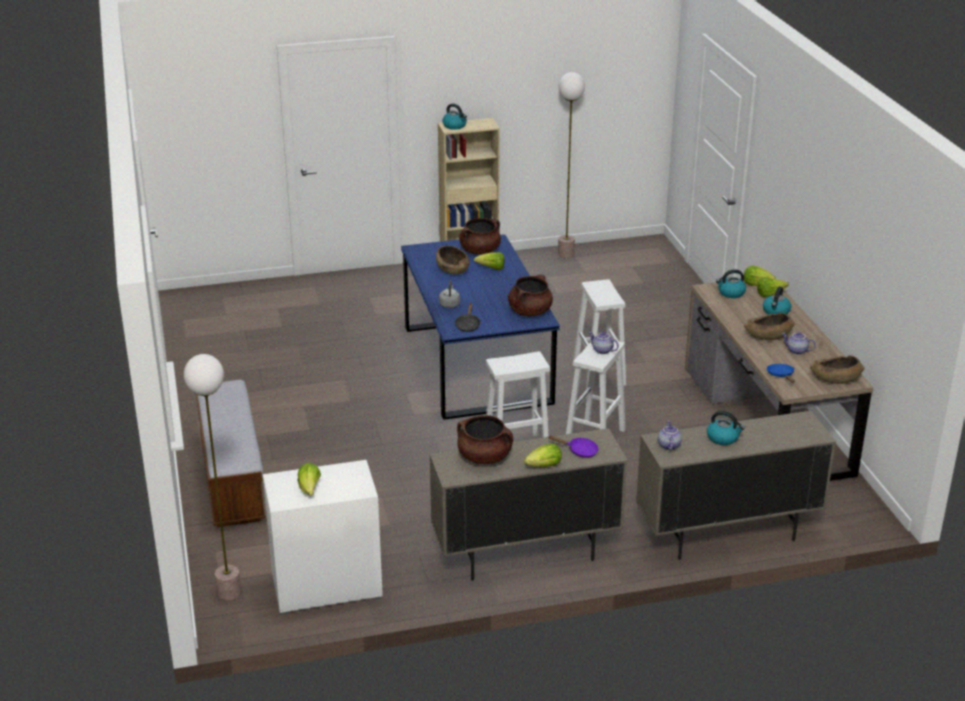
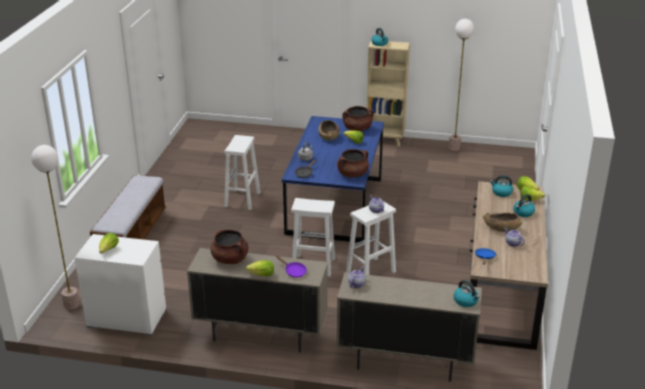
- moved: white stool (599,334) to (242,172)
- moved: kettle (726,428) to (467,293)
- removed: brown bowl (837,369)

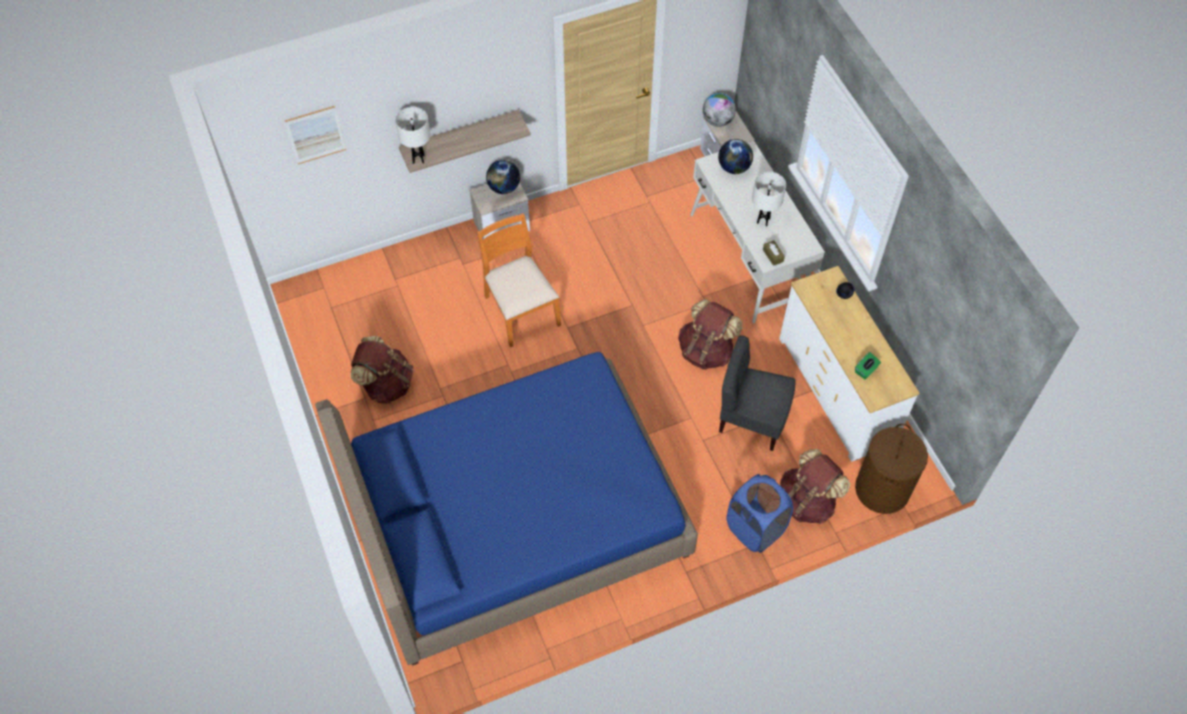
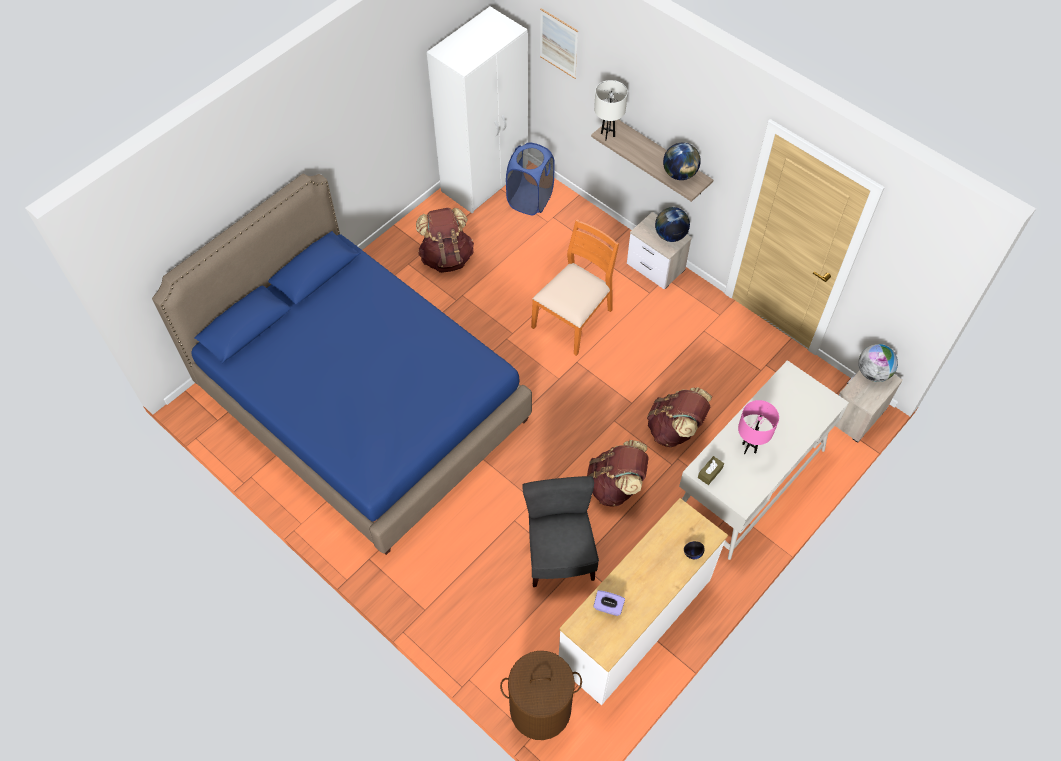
- moved: globe (735,156) to (682,161)
- moved: blue laundry basket (760,513) to (530,179)
- recoloured: white table lamp (769,199) to pink table lamp (758,427)
- moved: brown backpack (815,486) to (679,417)
- recoloured: green tissue box (868,365) to purple tissue box (609,603)
- added: white wardrobe (477,109)

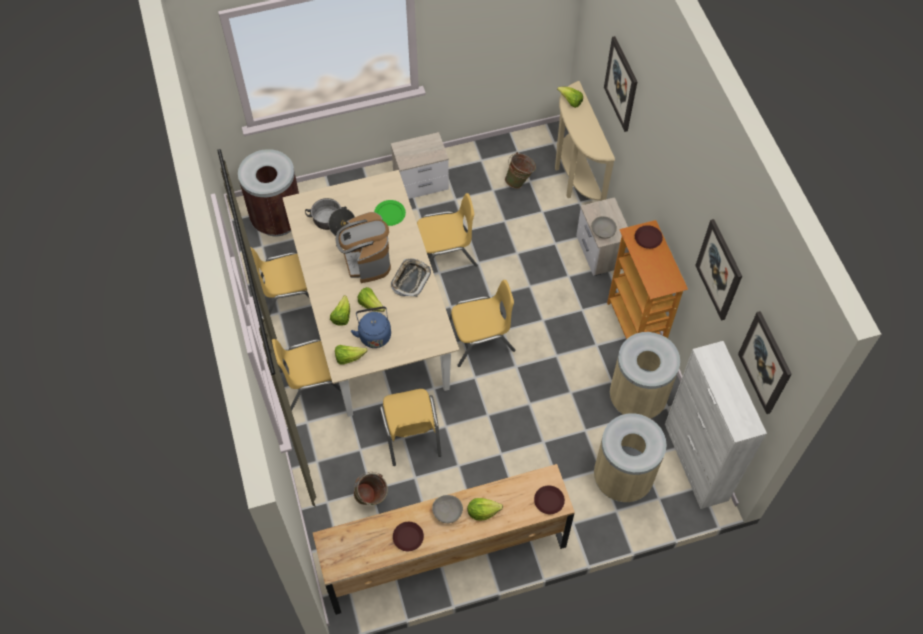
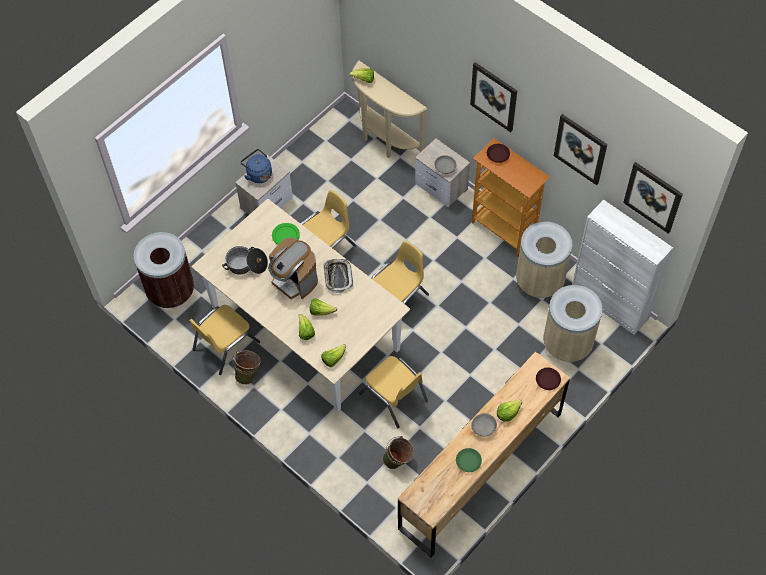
- removed: yellow chair (306,374)
- moved: blue kettle (371,327) to (256,166)
- recoloured: brown plate (408,536) to green plate (469,460)
- moved: green bucket (520,170) to (247,367)
- moved: picture (620,84) to (493,97)

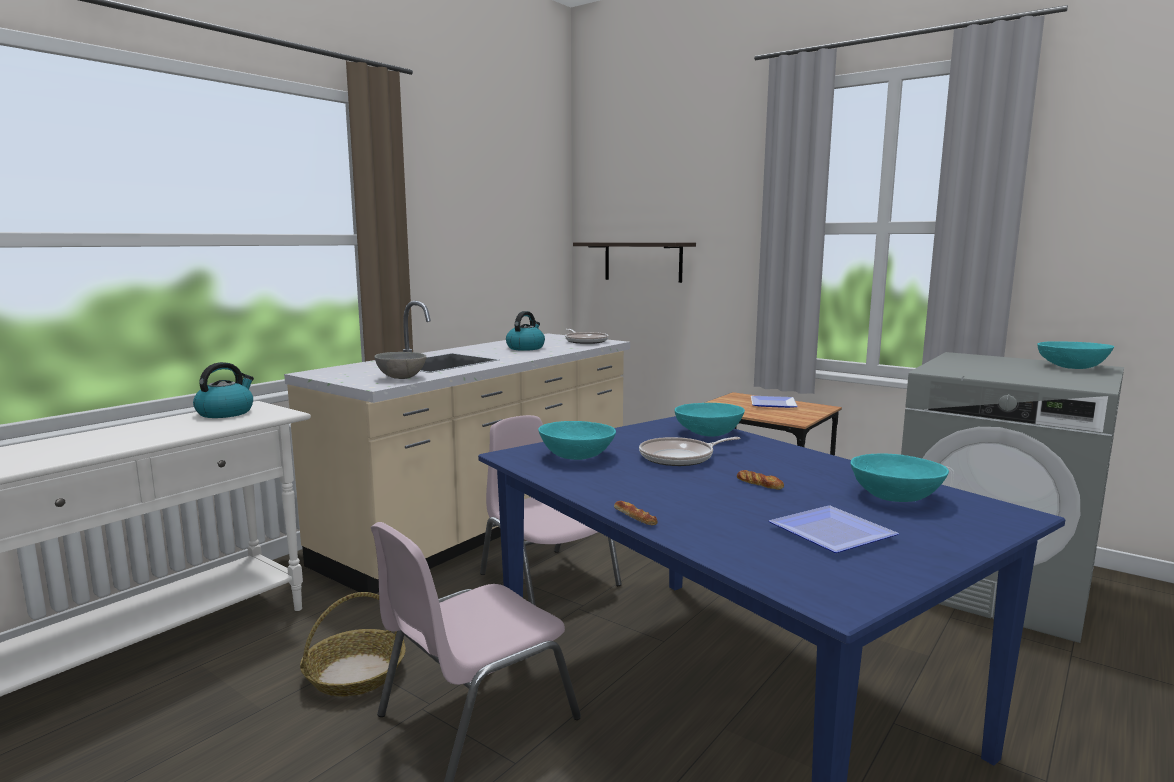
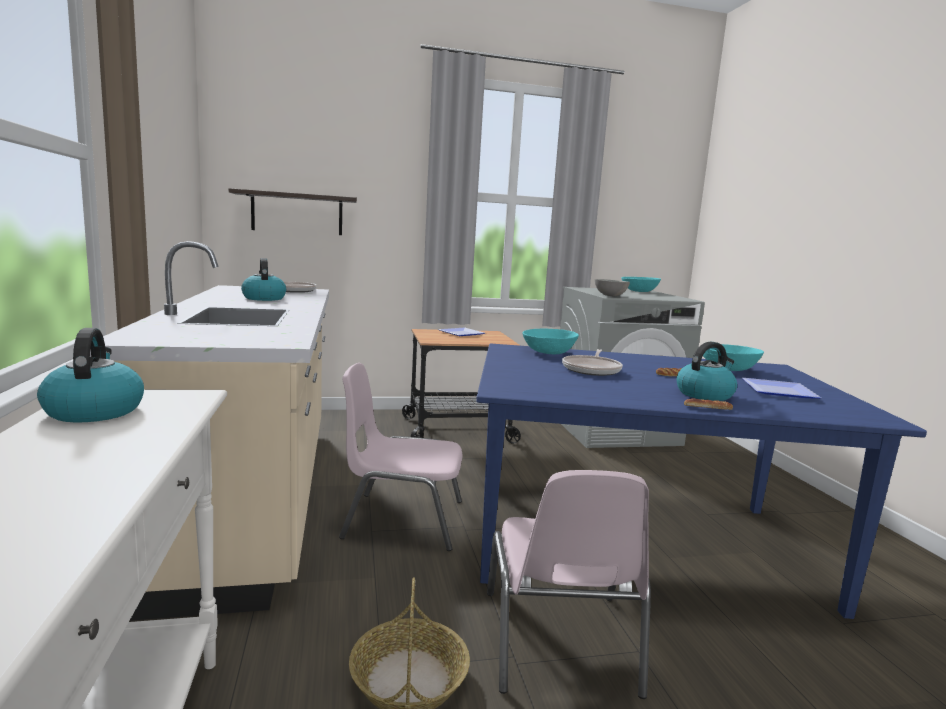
- moved: grey bowl (400,365) to (612,287)
- removed: turquoise bowl (577,440)
- added: kettle (707,371)

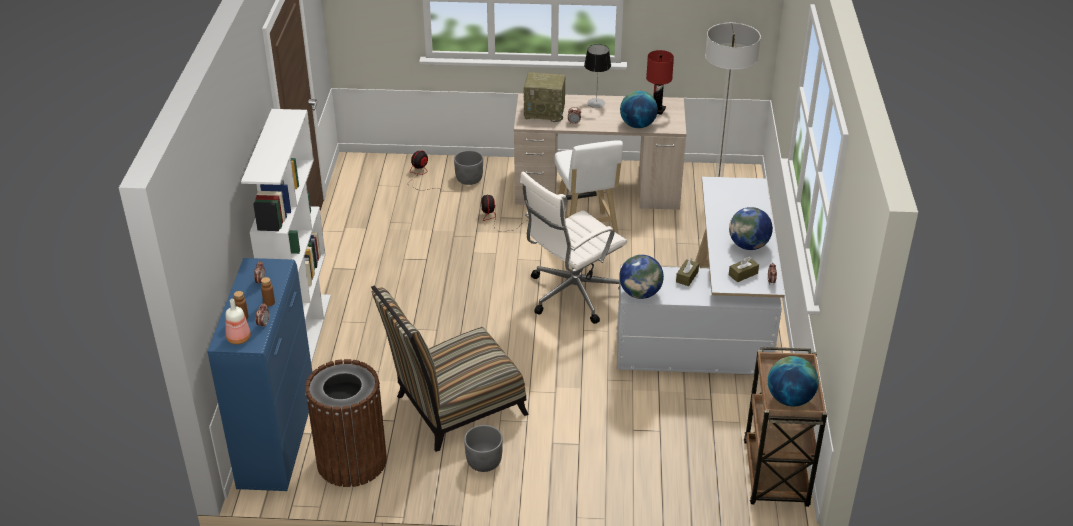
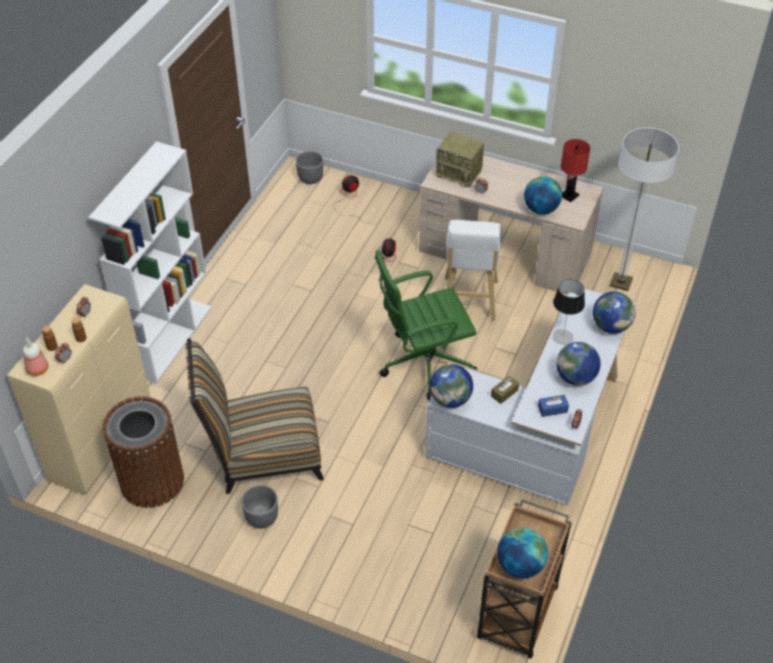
- recoloured: blue cabinet (259,374) to beige cabinet (79,389)
- moved: grey planter (468,167) to (309,167)
- recoloured: white office chair (573,247) to green office chair (426,325)
- moved: table lamp (597,76) to (569,312)
- recoloured: brown tissue box (744,269) to blue tissue box (553,406)
- added: globe (614,313)

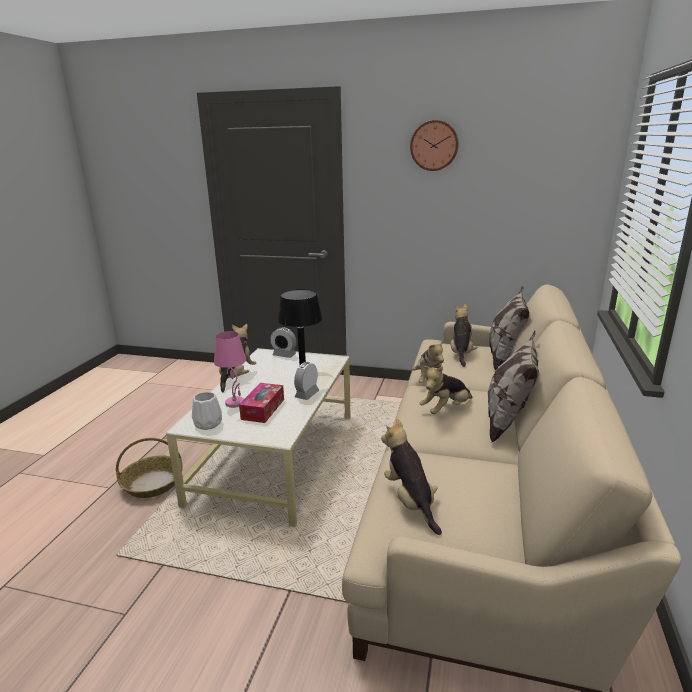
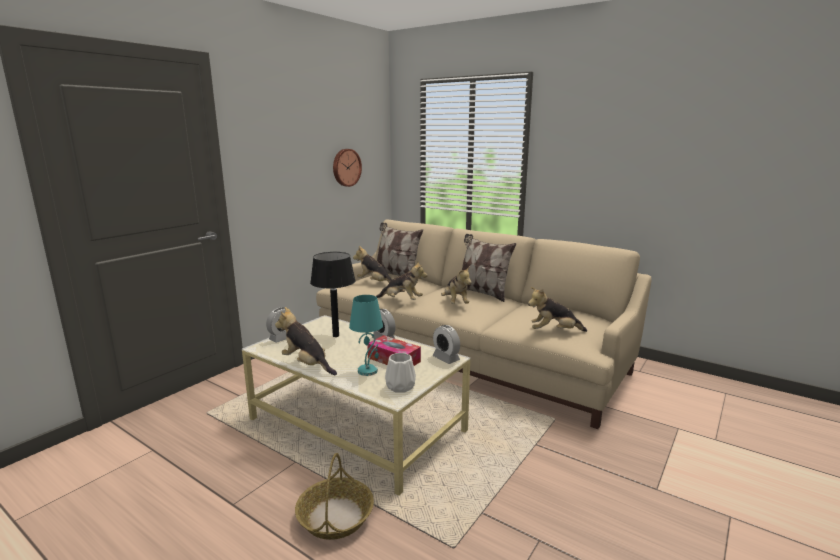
- recoloured: pink table lamp (230,369) to turquoise table lamp (366,335)
- moved: wall clock (434,145) to (347,168)
- added: alarm clock (446,344)

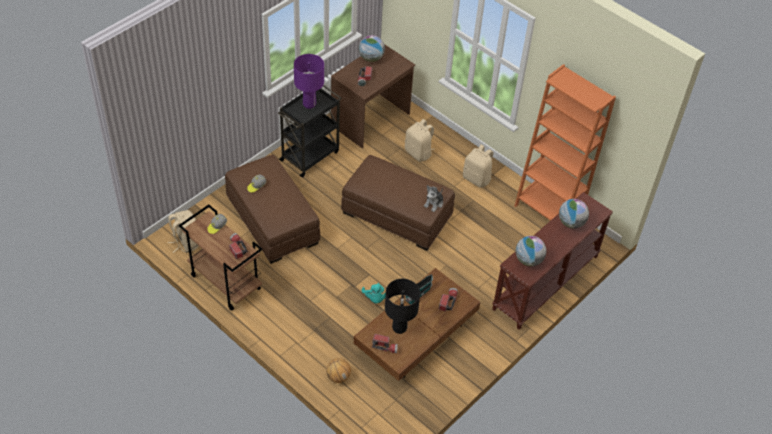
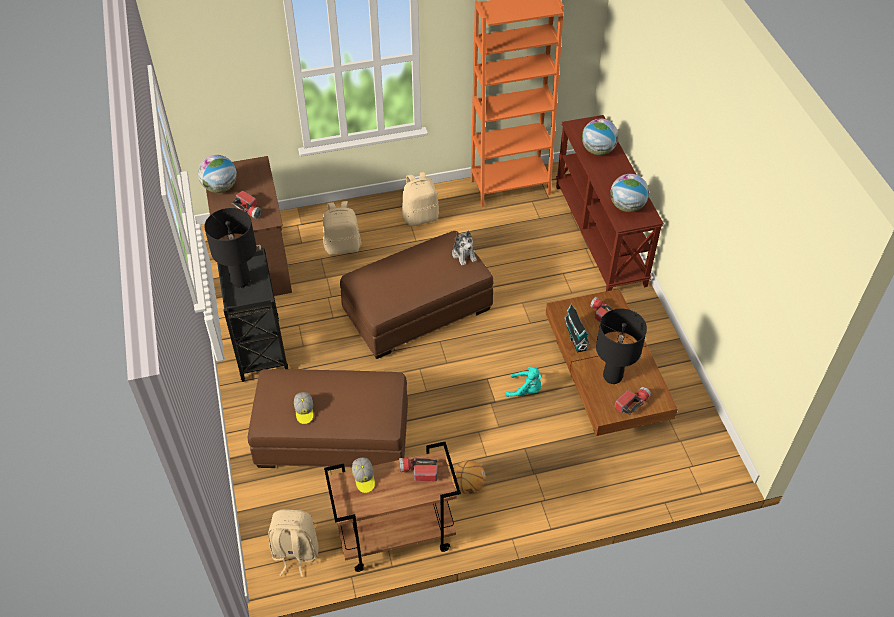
- recoloured: purple table lamp (309,81) to black table lamp (230,248)
- moved: basketball (338,370) to (469,477)

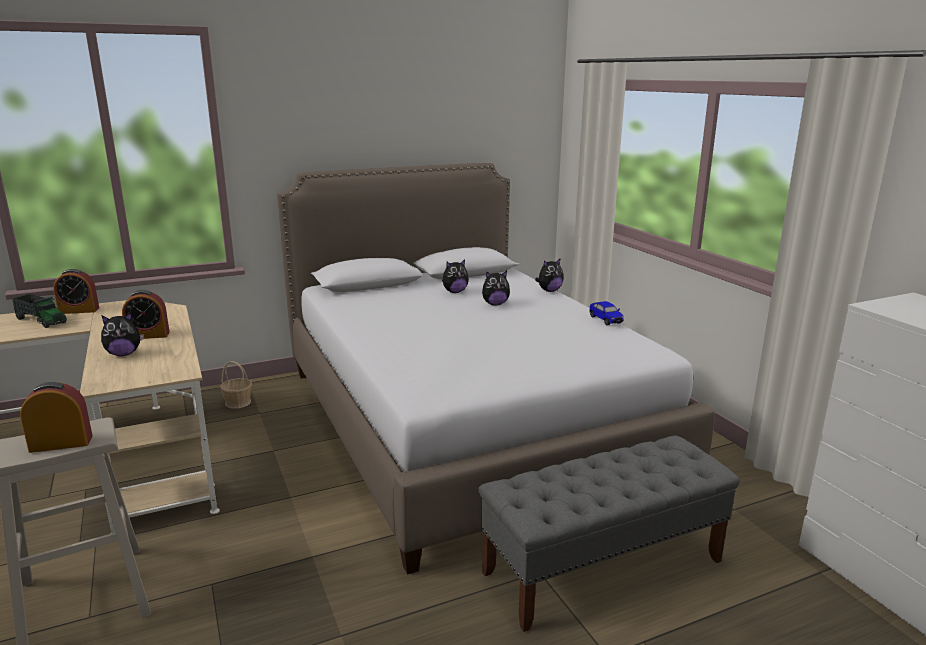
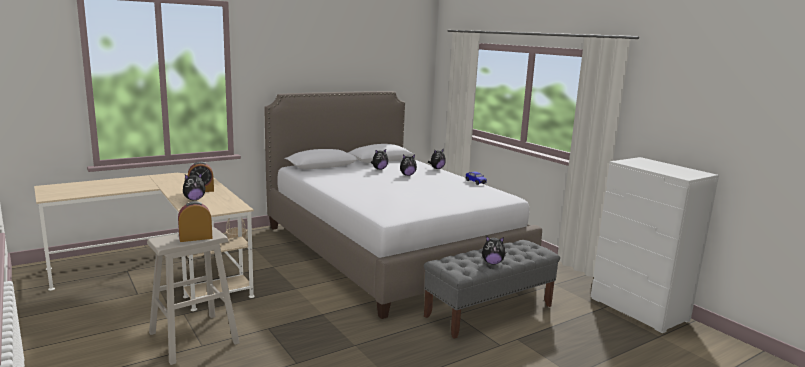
- removed: toy truck (39,311)
- removed: alarm clock (76,291)
- added: plush toy (494,250)

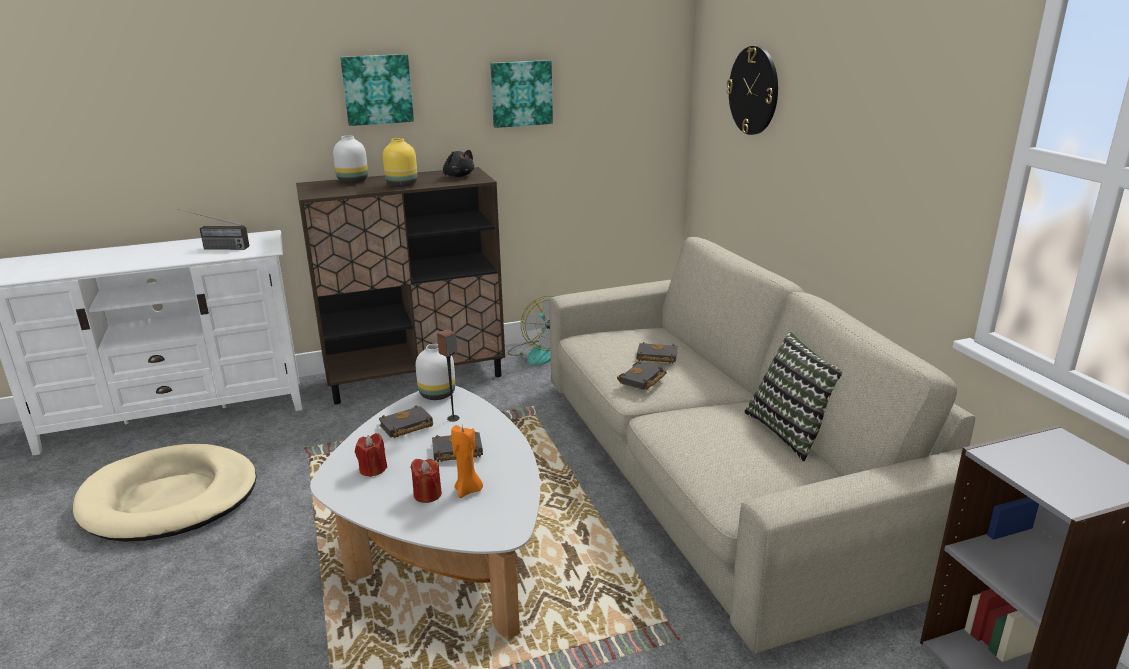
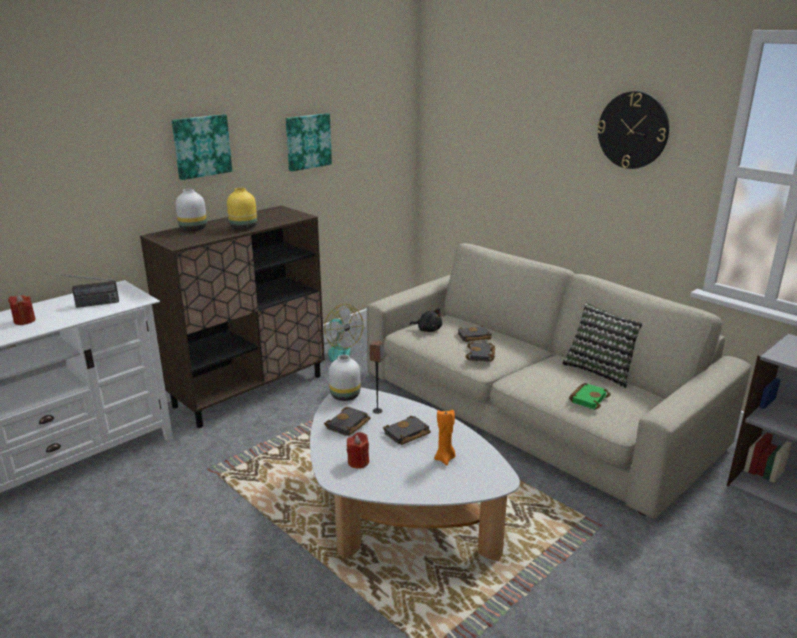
- removed: beige dog bed (165,493)
- moved: red candle (426,481) to (22,310)
- moved: black plush toy (458,163) to (426,320)
- moved: wall clock (752,90) to (633,130)
- added: green book (590,396)

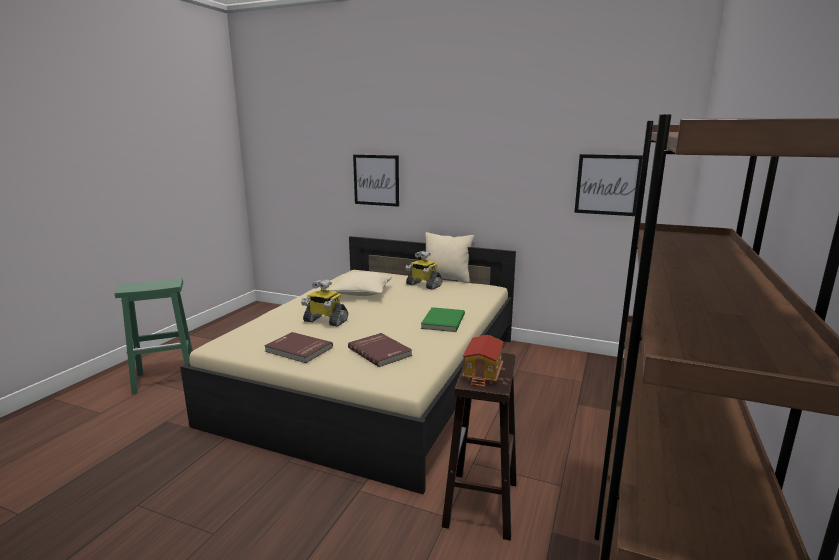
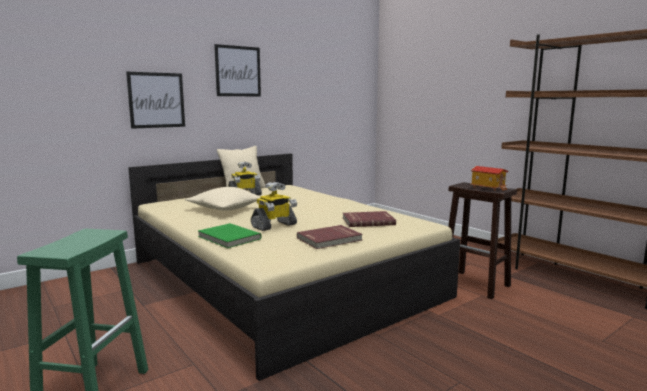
- moved: green book (443,319) to (230,235)
- moved: picture (608,185) to (237,70)

